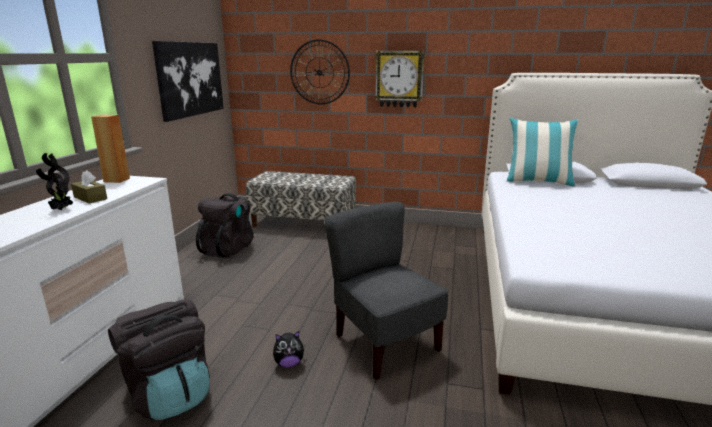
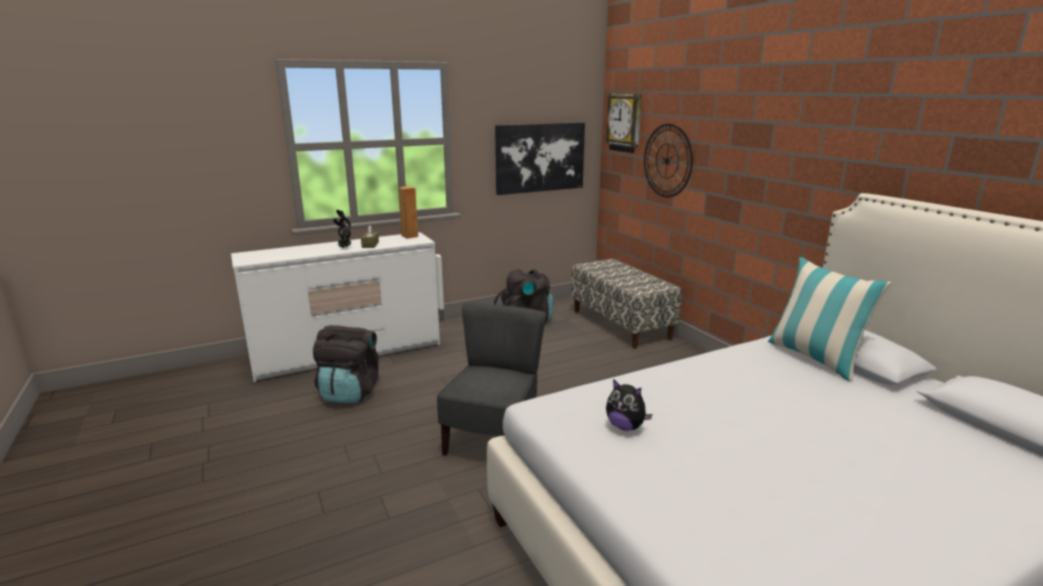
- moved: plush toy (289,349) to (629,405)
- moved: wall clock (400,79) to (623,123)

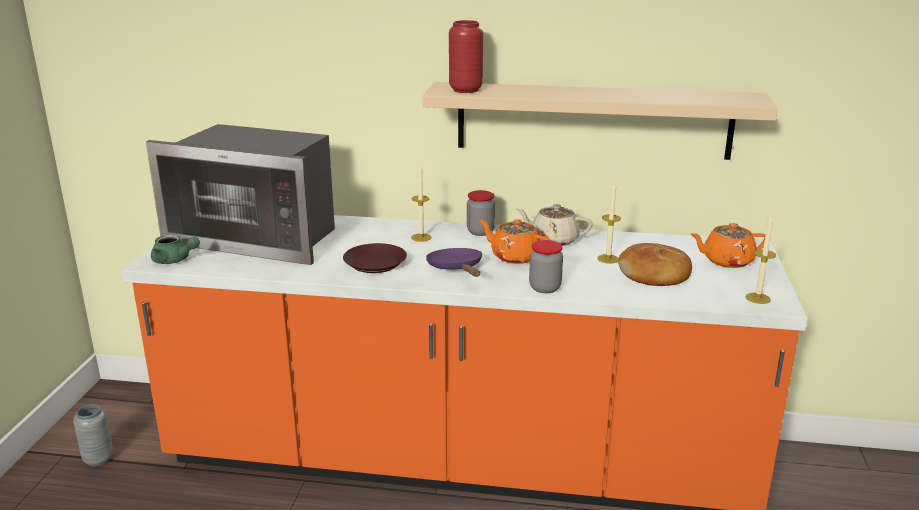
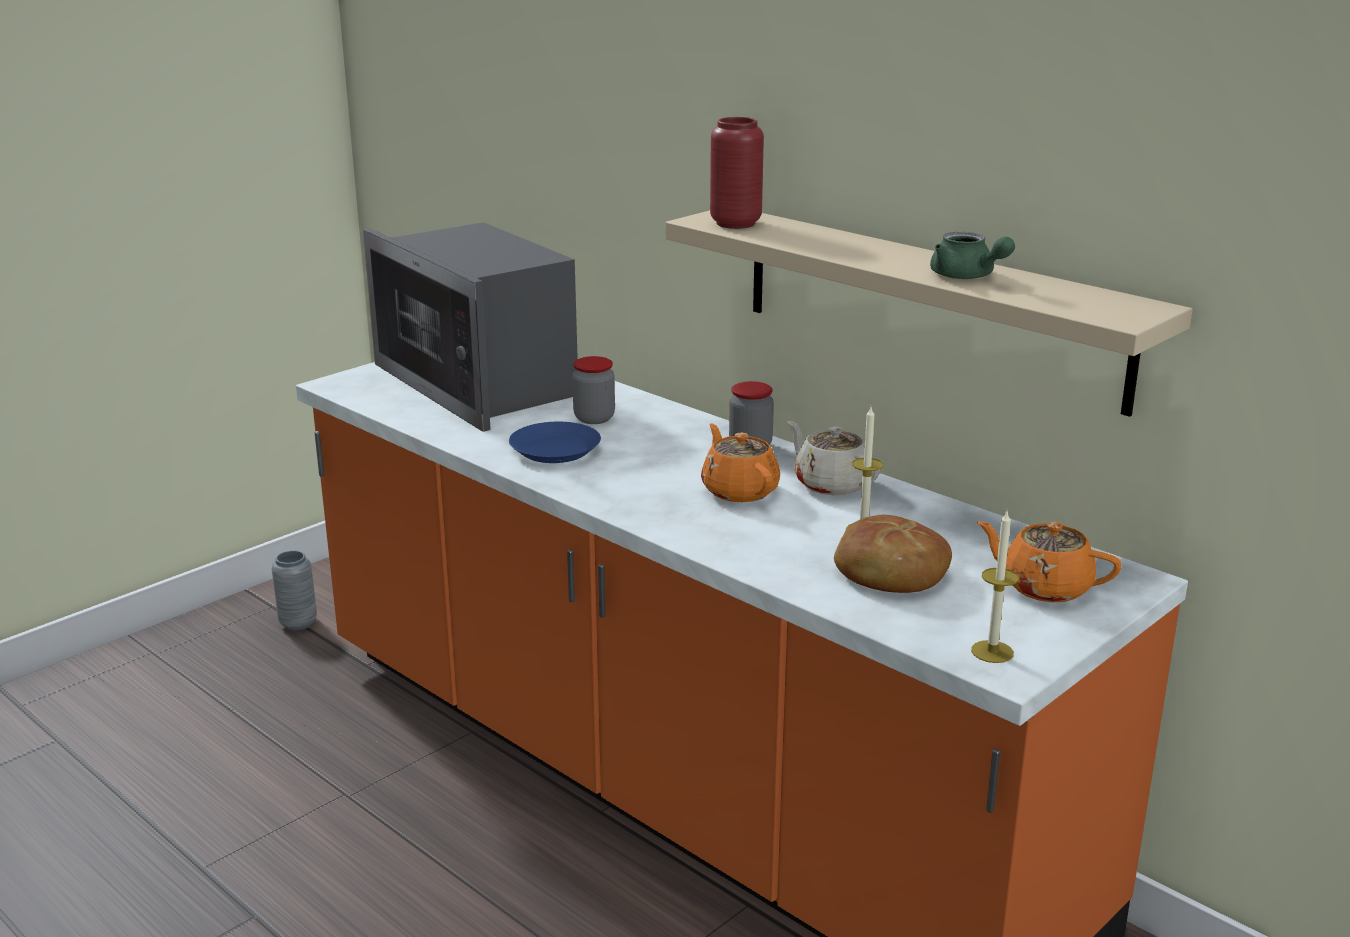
- moved: green teapot (175,249) to (972,255)
- recoloured: brown plate (375,258) to blue plate (555,442)
- removed: candle (421,203)
- removed: purple frying pan (454,262)
- moved: jar (546,266) to (593,390)

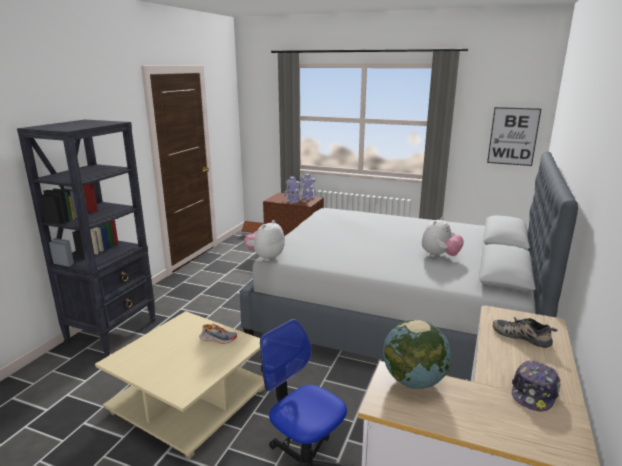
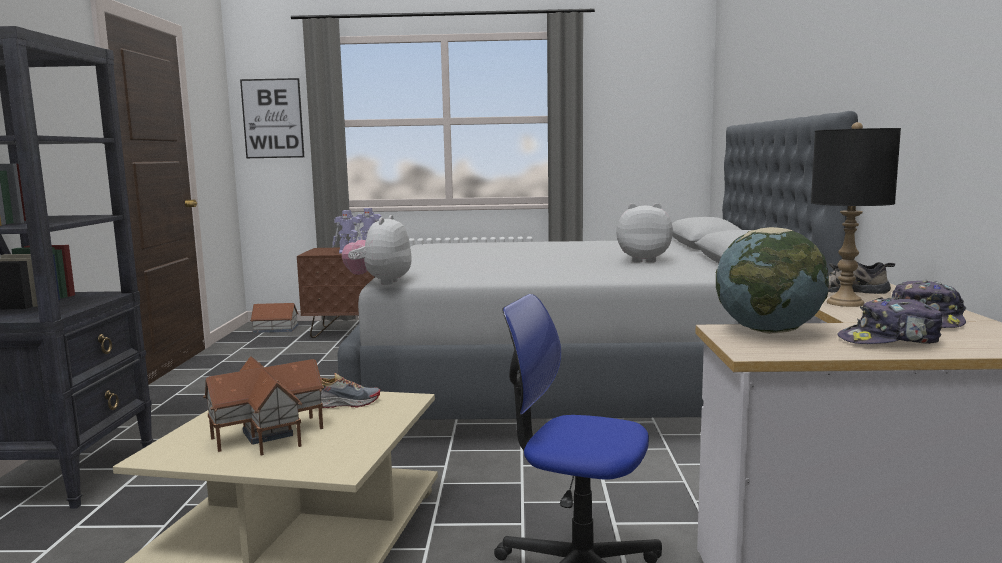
- turned: plush toy (443,237) = (644,233) 105 degrees counterclockwise
- moved: picture (514,136) to (272,118)
- added: toy house (263,405)
- added: black table lamp (856,214)
- added: cap (890,320)

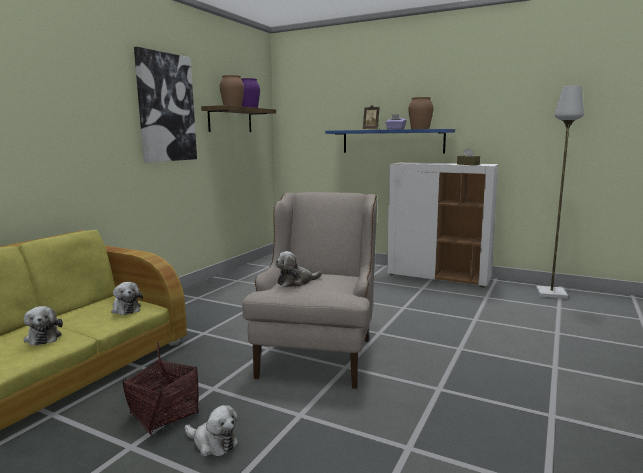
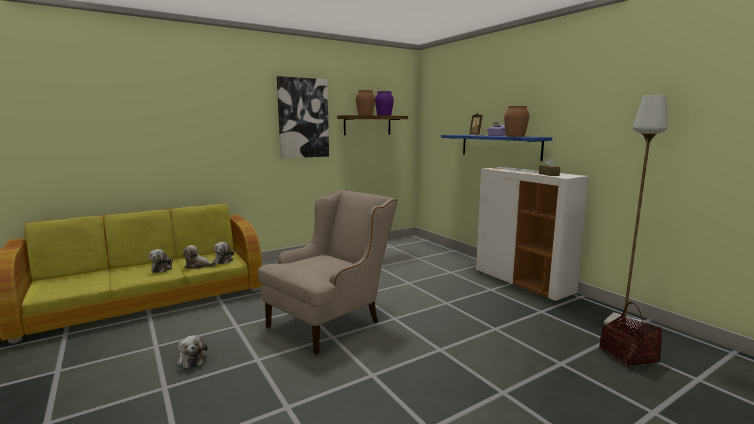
- moved: basket (160,388) to (630,335)
- moved: plush toy (298,269) to (199,257)

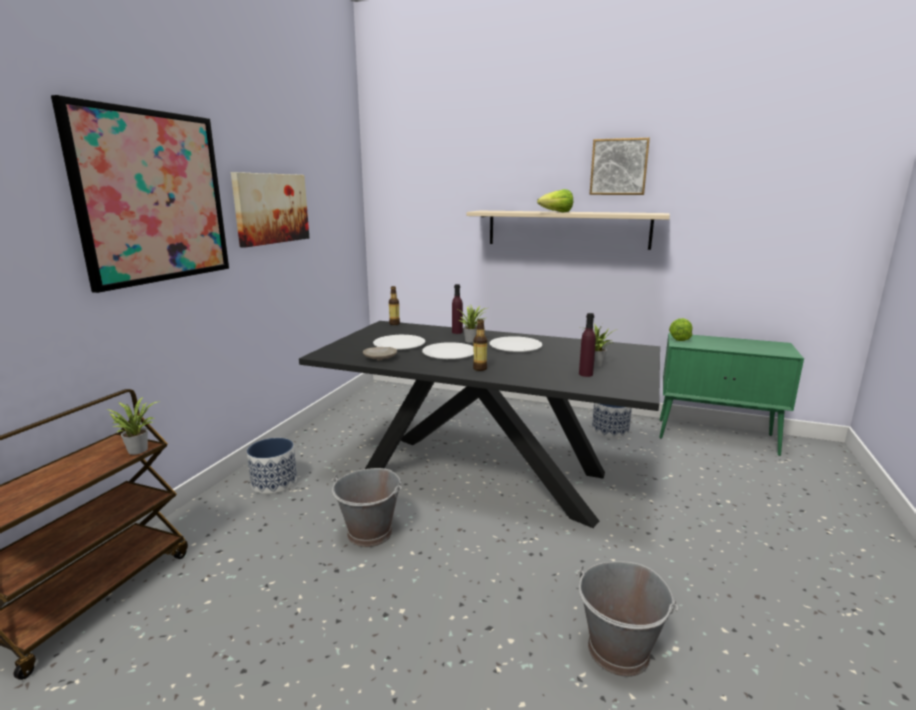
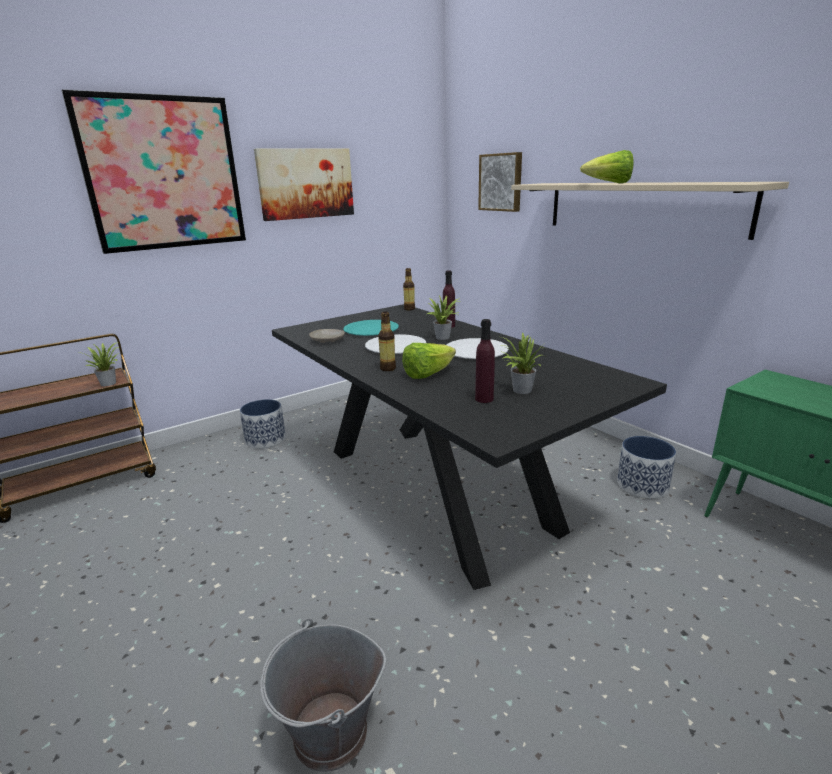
- removed: grey bucket (367,507)
- recoloured: white plate (399,342) to turquoise plate (371,328)
- moved: picture (620,166) to (500,182)
- moved: lettuce (681,329) to (429,361)

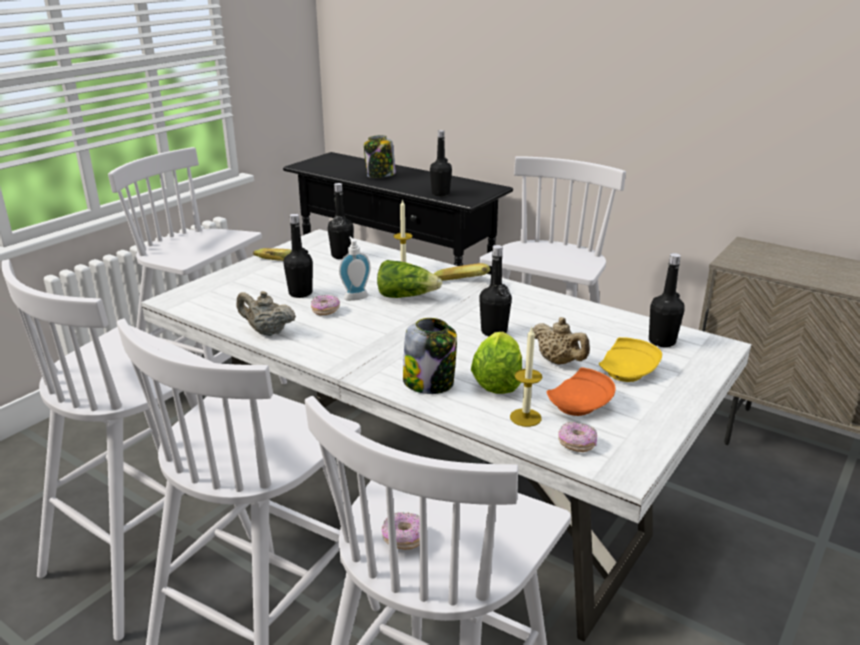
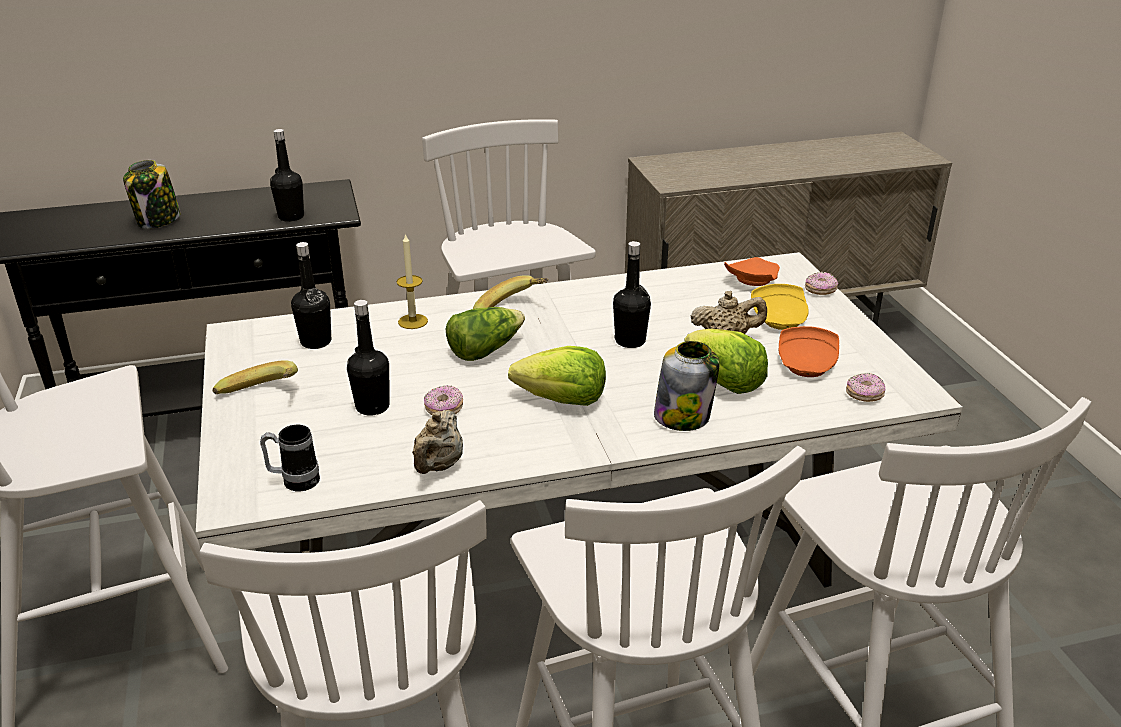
- turned: beige teapot (266,313) = (437,442) 45 degrees counterclockwise
- removed: soap dispenser (355,269)
- moved: donut (401,531) to (821,283)
- removed: candle (526,377)
- replaced: black bottle (667,300) to orange plate (752,271)
- added: mug (290,458)
- added: lettuce (557,376)

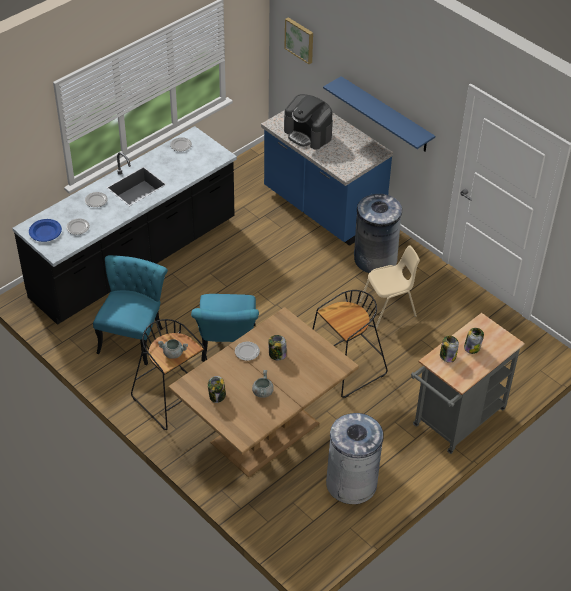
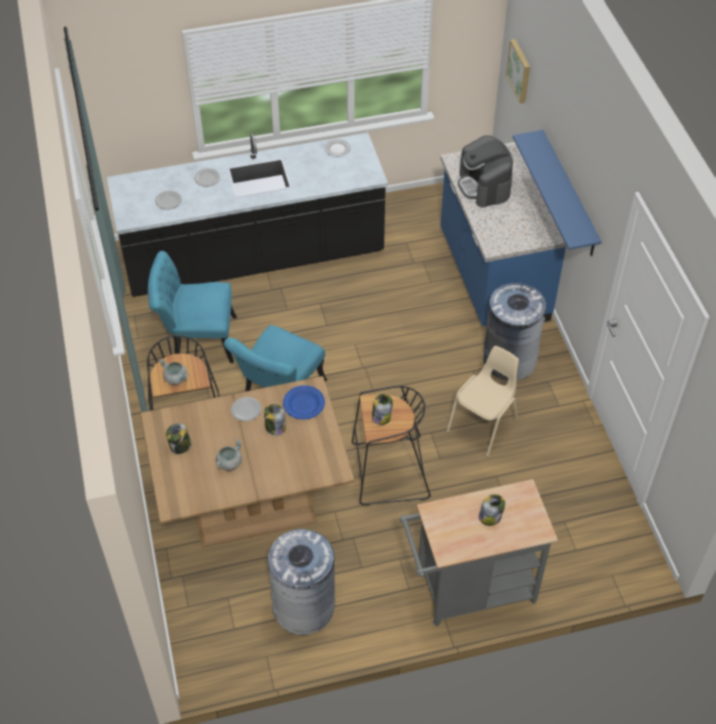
- moved: blue plate (45,230) to (304,402)
- turned: turquoise chair (130,310) = (192,307) 135 degrees counterclockwise
- turned: beige chair (389,287) = (483,401) 60 degrees counterclockwise
- moved: jar (449,349) to (382,409)

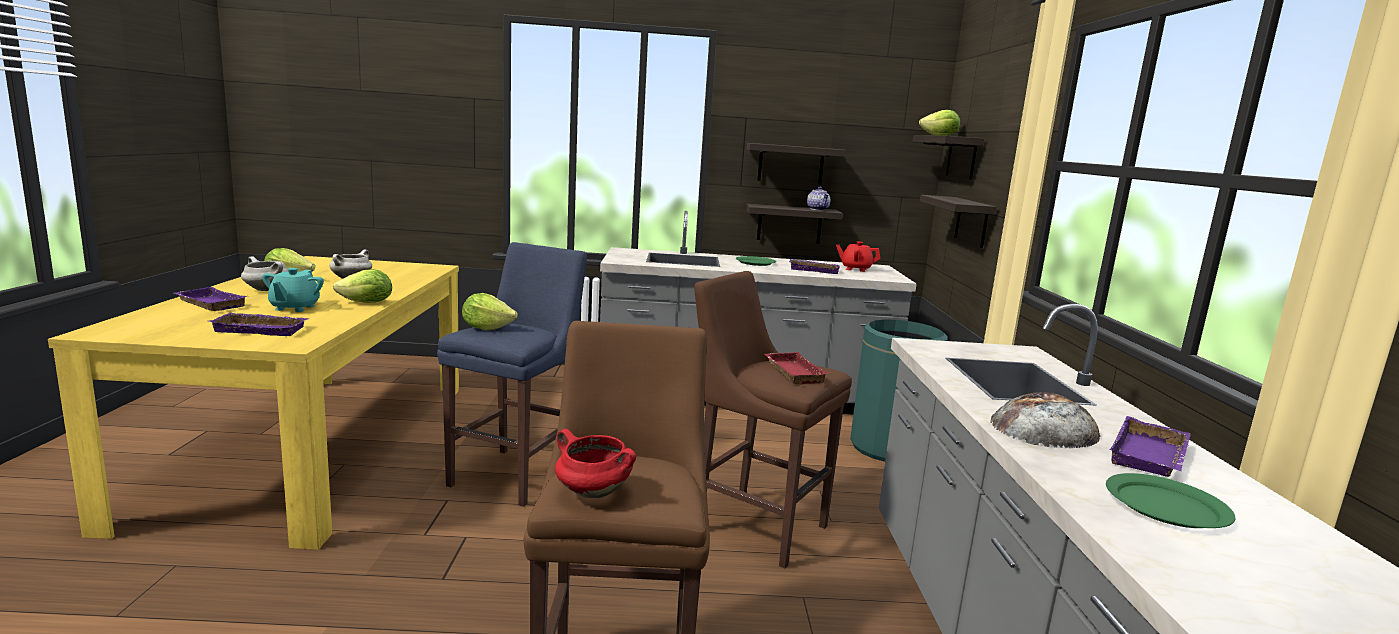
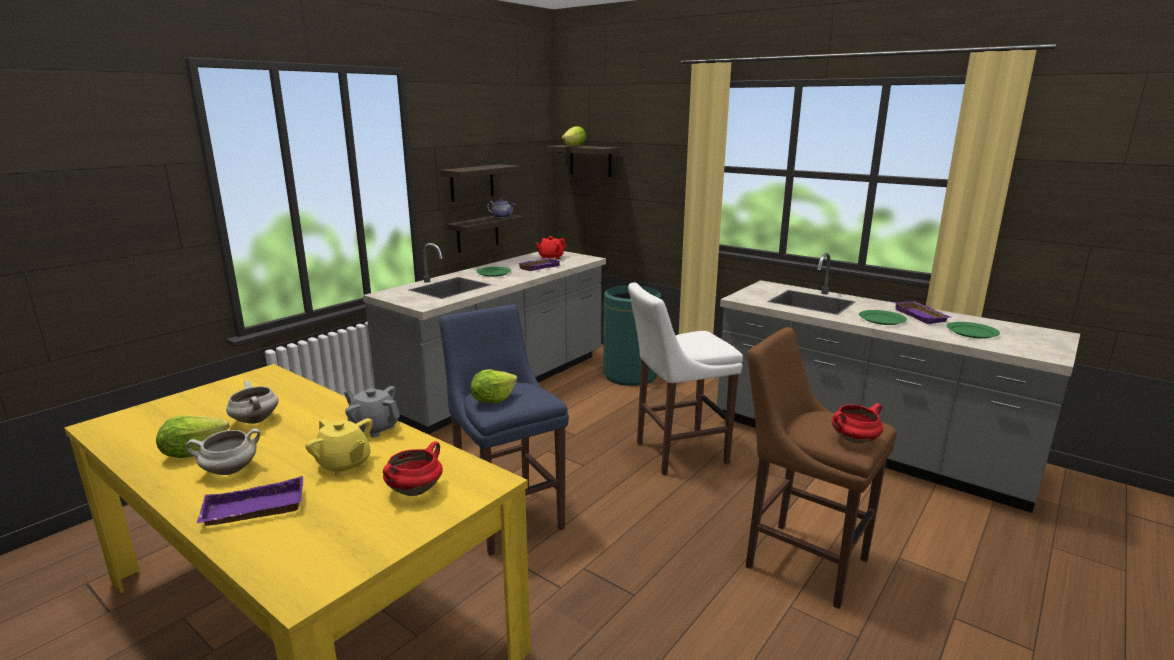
- replaced: purple tray (259,324) to red cooking pot (413,468)
- recoloured: turquoise teapot (293,290) to yellow teapot (338,447)
- replaced: lettuce (362,286) to grey teapot (372,411)
- recoloured: brown stool (773,419) to white stool (685,378)
- removed: red tray (796,368)
- removed: shelf (958,221)
- replaced: bread (1045,420) to green plate (883,317)

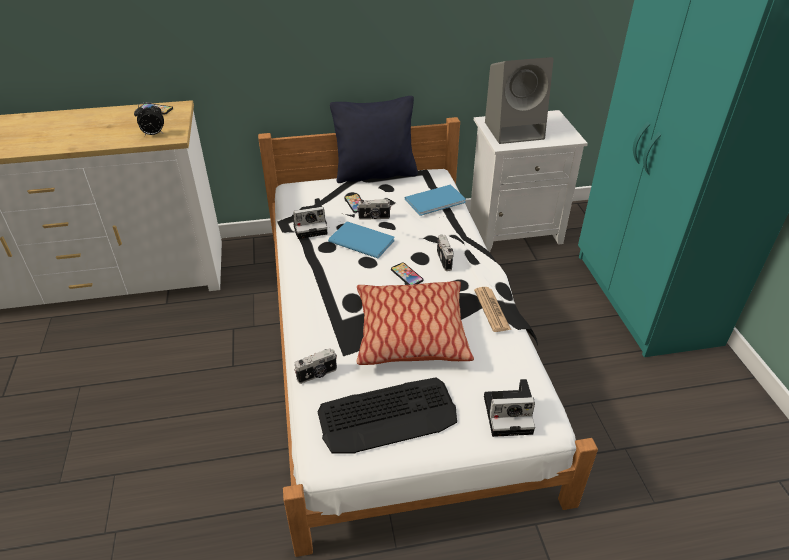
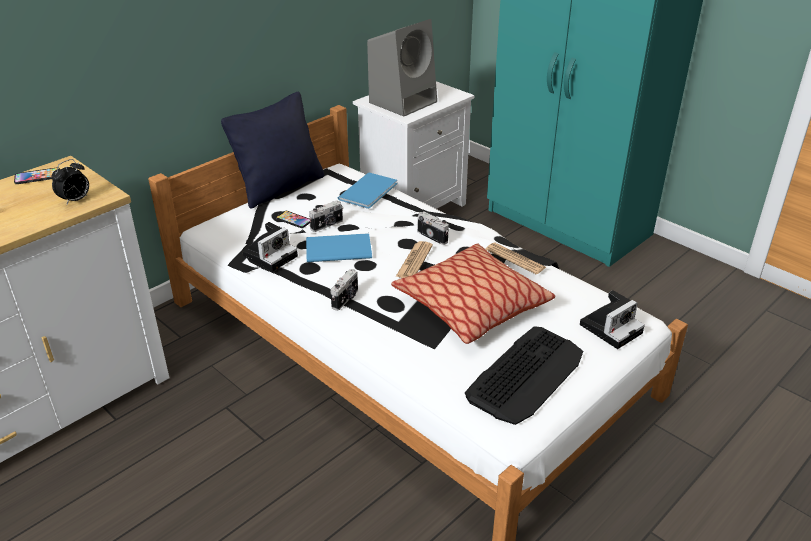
- moved: photo camera (315,366) to (344,290)
- replaced: phone (407,273) to newspaper (414,259)

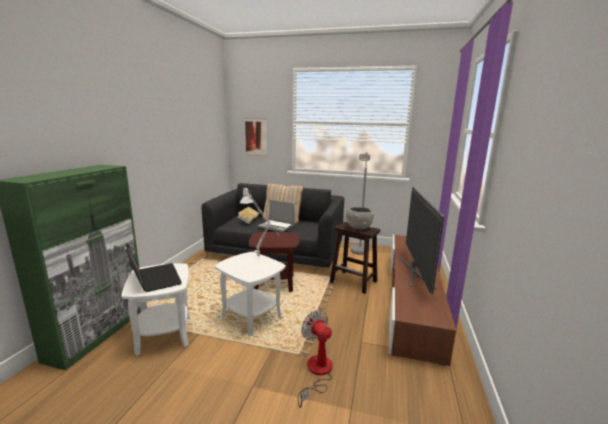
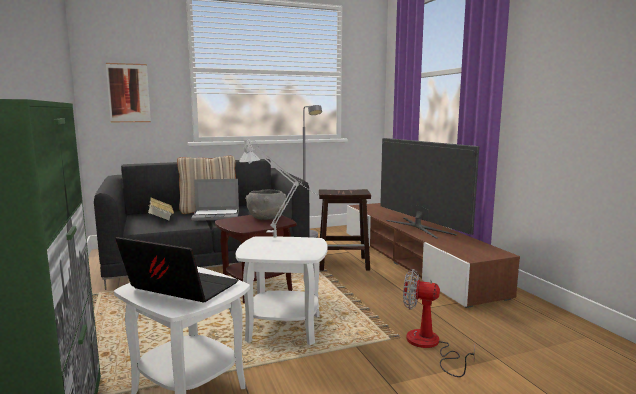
- moved: grey bowl (360,218) to (266,204)

